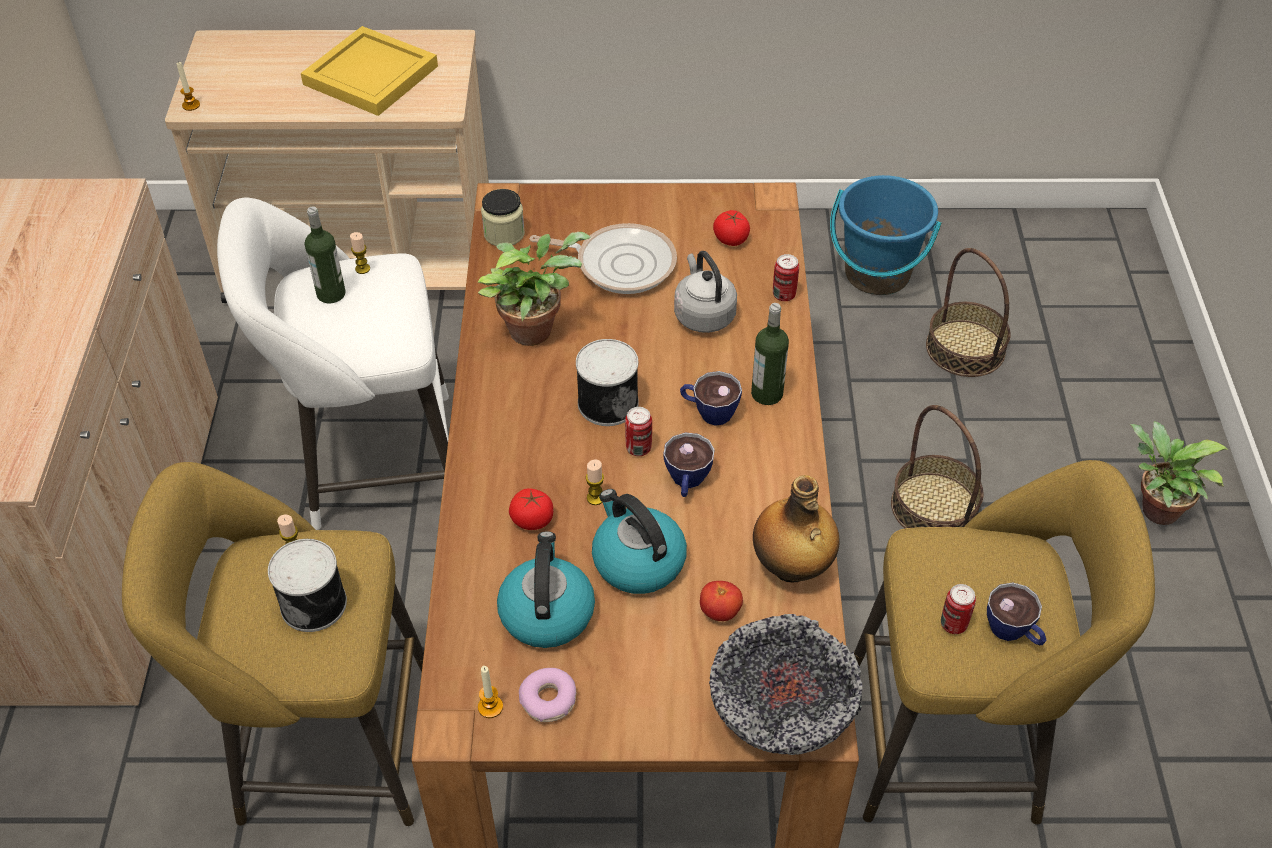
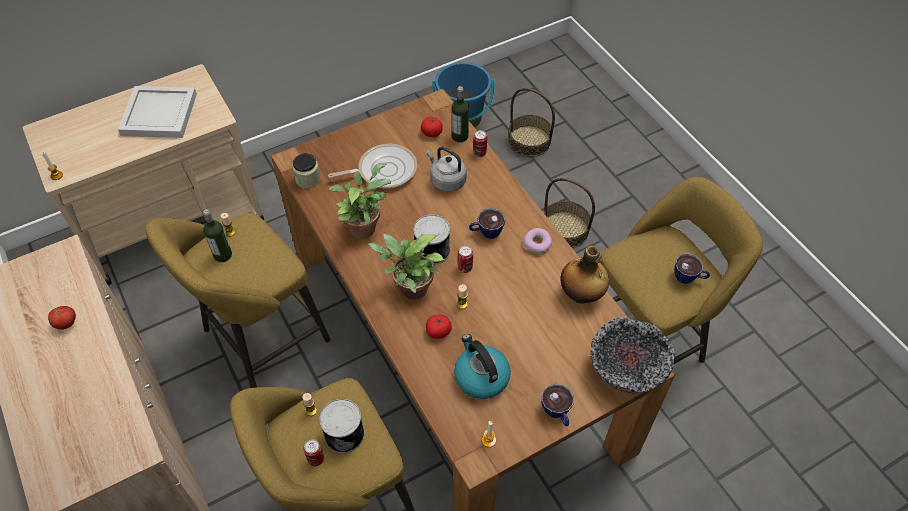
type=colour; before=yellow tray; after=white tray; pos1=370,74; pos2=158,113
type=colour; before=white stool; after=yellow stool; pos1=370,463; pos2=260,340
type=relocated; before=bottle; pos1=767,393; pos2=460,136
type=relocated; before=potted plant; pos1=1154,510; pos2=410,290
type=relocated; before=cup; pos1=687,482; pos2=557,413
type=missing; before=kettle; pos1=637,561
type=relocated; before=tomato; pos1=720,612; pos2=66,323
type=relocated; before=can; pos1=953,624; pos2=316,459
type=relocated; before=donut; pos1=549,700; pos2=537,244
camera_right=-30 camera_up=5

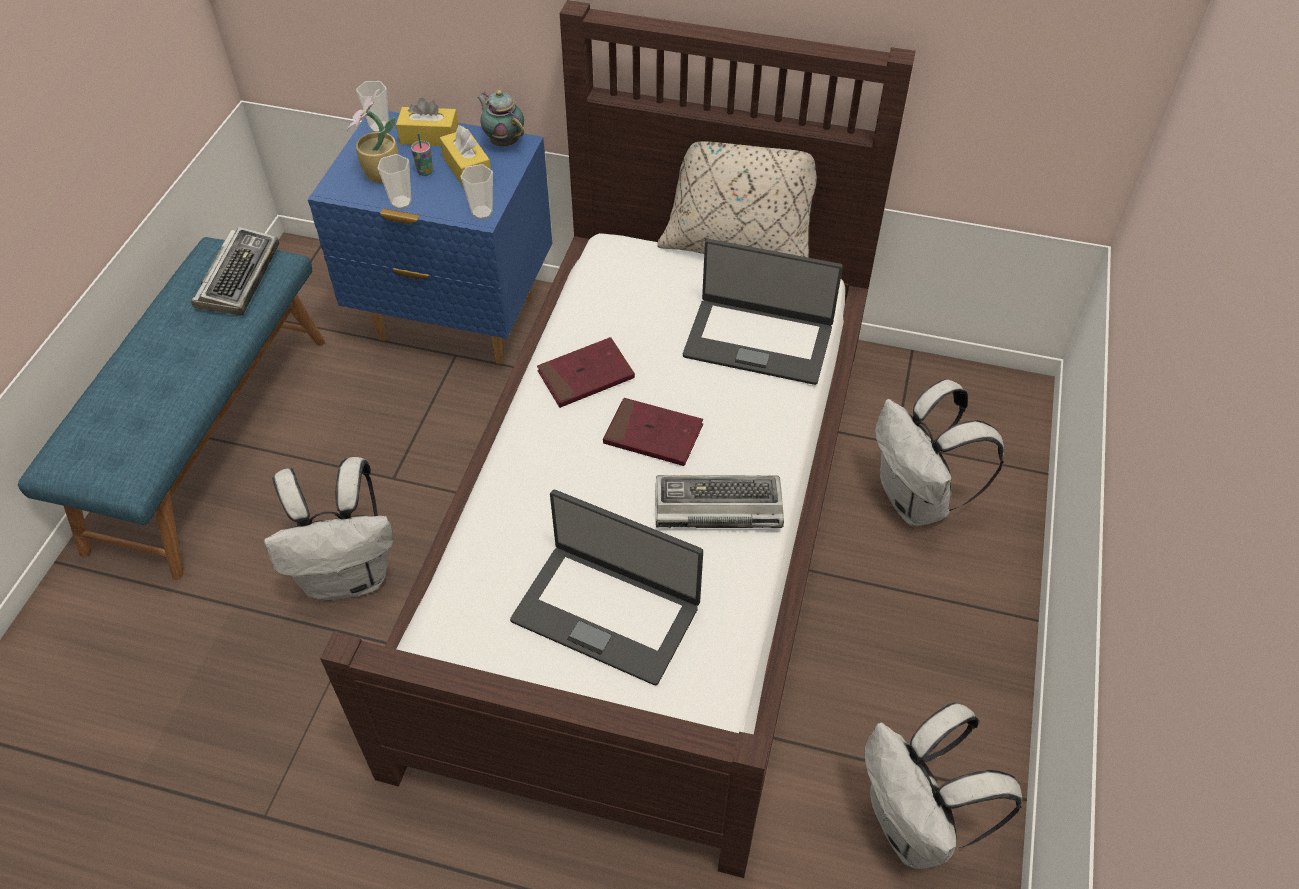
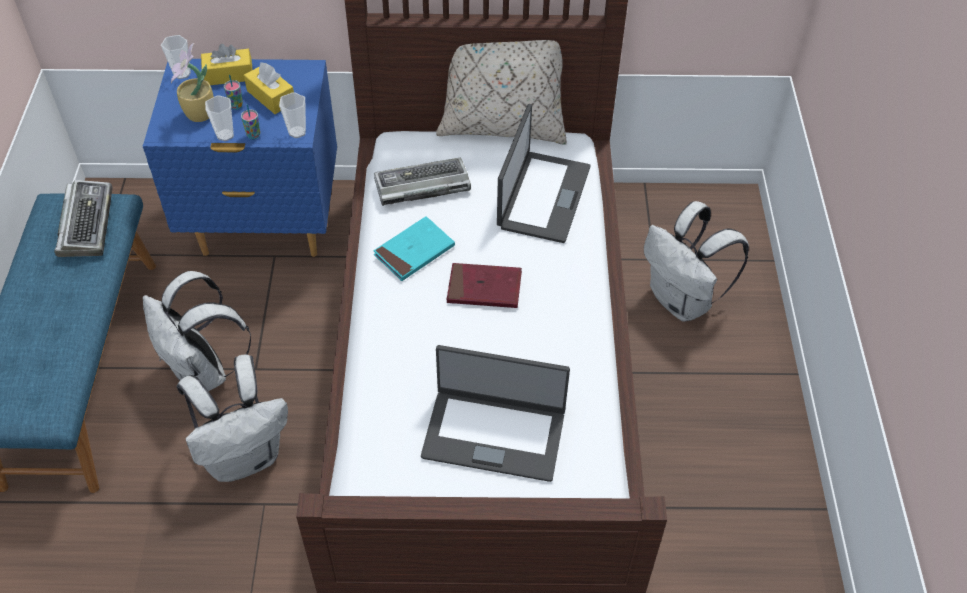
type=missing; before=teapot; pos1=503,141
type=spun; before=laptop; pos1=758,340; pos2=542,197; turn=-75
type=colour; before=red book; after=turquoise book; pos1=586,376; pos2=414,251
type=relocated; before=keyboard; pos1=716,507; pos2=421,187
type=relocated; before=white backpack; pos1=915,827; pos2=204,373
type=appeared; after=cup; pos2=253,135
camera_right=-15 camera_up=0

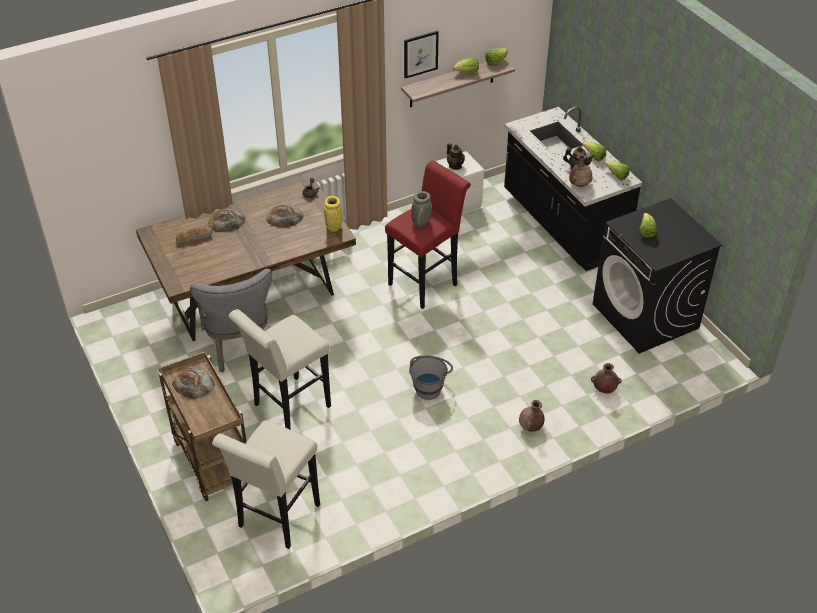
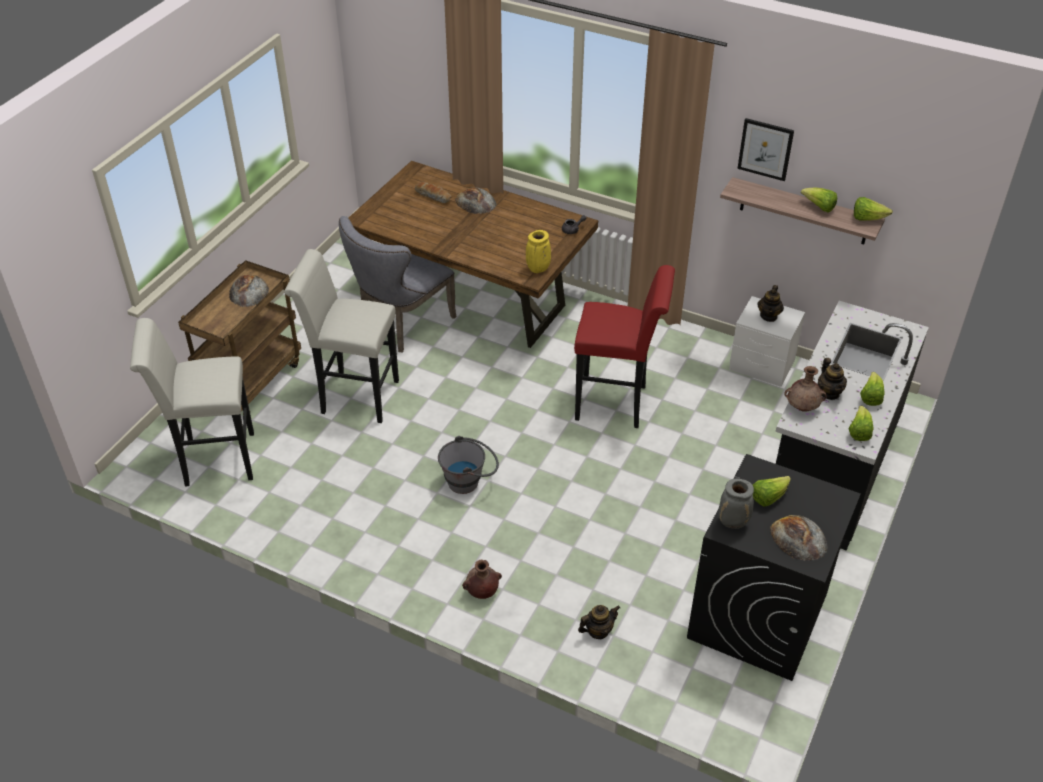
type=relocated; before=grey vase; pos1=421,222; pos2=733,522
type=relocated; before=bread; pos1=284,217; pos2=798,538
type=exchanged; before=brown vase; after=teapot; pos1=604,389; pos2=598,631
camera_right=55 camera_up=0

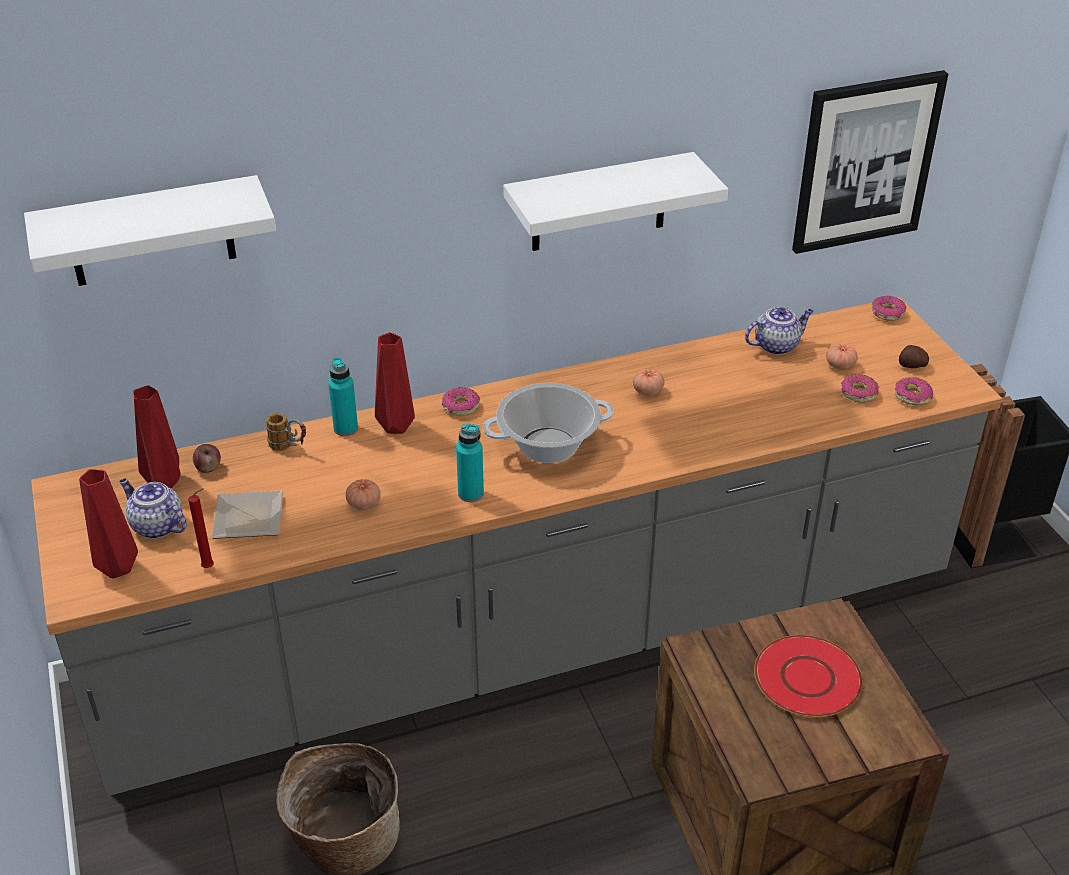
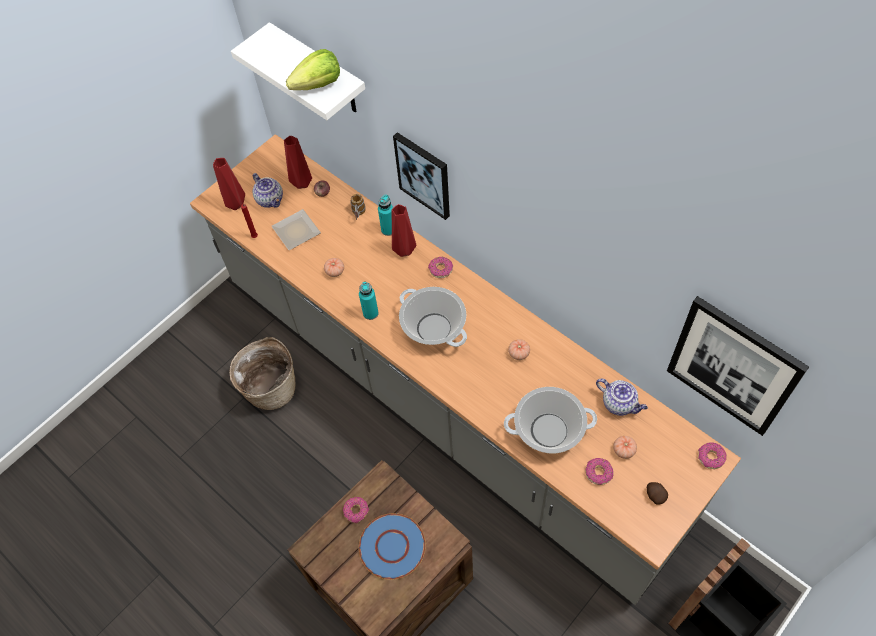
type=missing; before=white shelf; pos1=599,203
type=relocated; before=donut; pos1=912,396; pos2=356,511
type=spun; before=teapot; pos1=156,526; pos2=270,200; turn=135
type=colour; before=red plate; after=blue plate; pos1=808,678; pos2=392,547
type=appeared; after=lettuce; pos2=318,84
type=appeared; after=picture; pos2=424,175
type=appeared; after=cooking pot; pos2=549,431
camera_right=65 camera_up=20

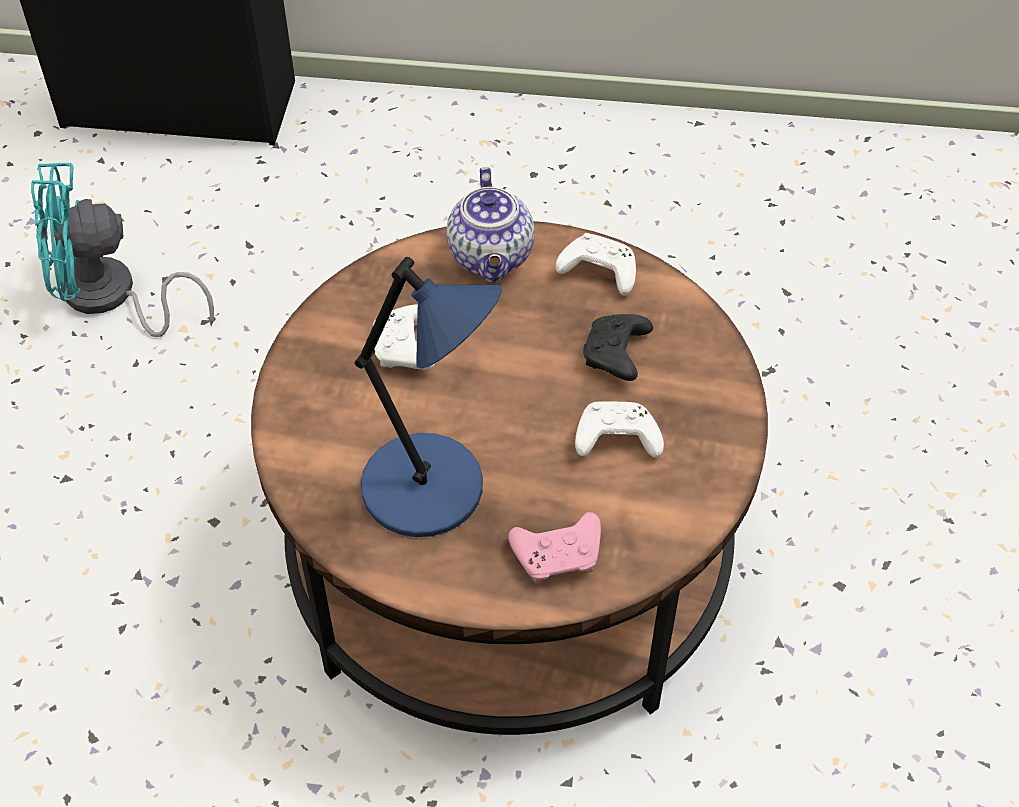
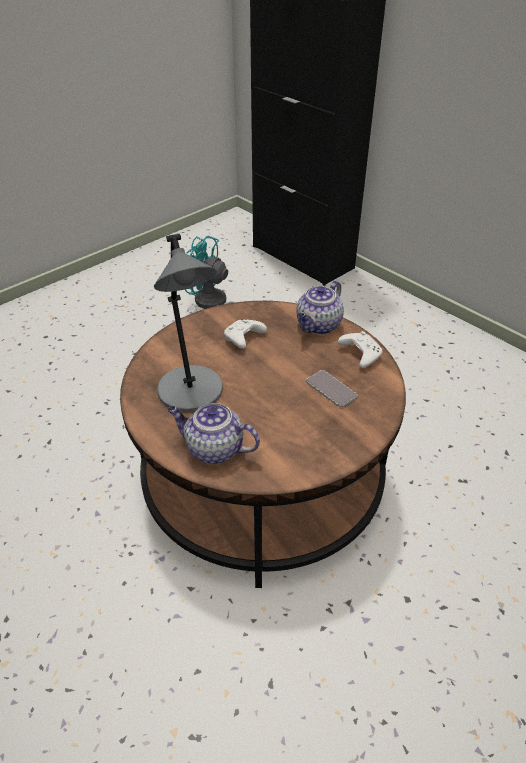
type=colour; before=blue table lamp; after=grey table lamp; pos1=429,489; pos2=192,392
type=exchanged; before=black game controller; after=phone; pos1=616,355; pos2=331,389
type=missing; before=white game controller; pos1=615,440
type=exchanged; before=pink game controller; after=teapot; pos1=559,555; pos2=213,449
camera_right=40 camera_up=-10

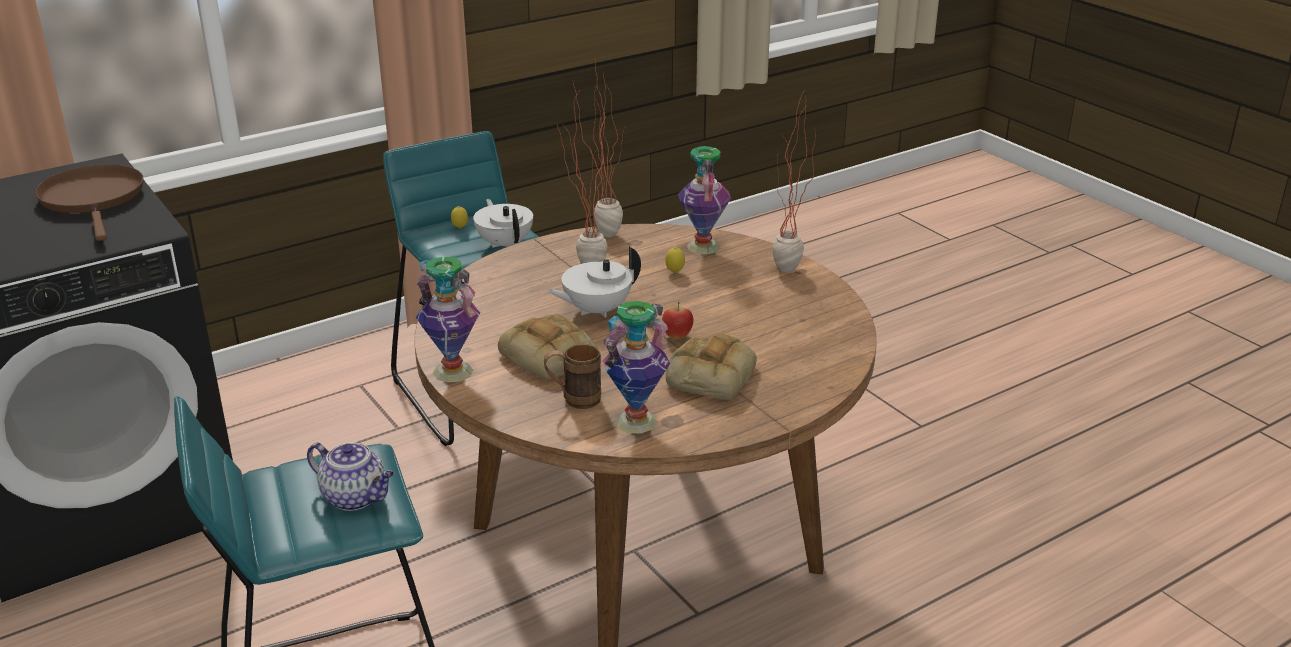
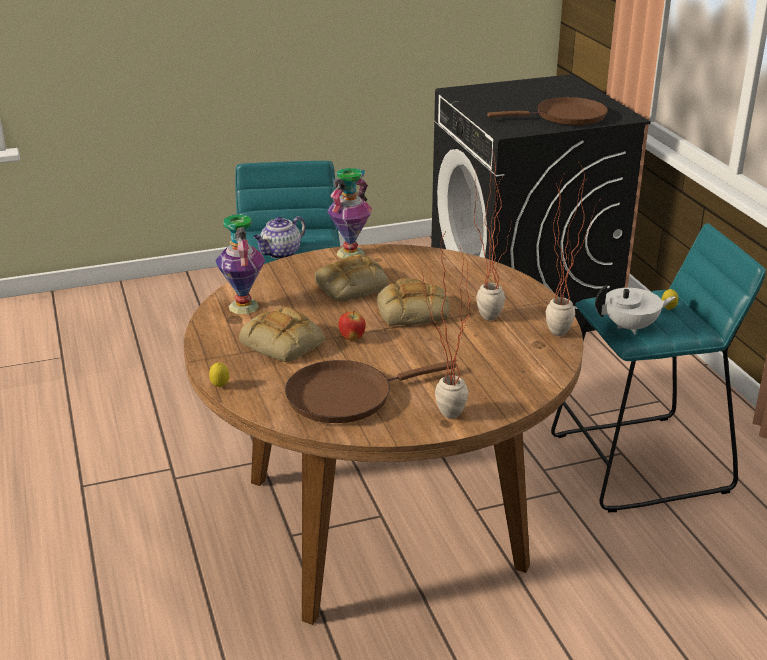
type=missing; before=vase; pos1=702,246
type=exchanged; before=white teapot; after=bread; pos1=596,310; pos2=413,311
type=relocated; before=lemon; pos1=674,272; pos2=220,387
type=missing; before=brown mug; pos1=573,400
type=appeared; after=brown frying pan; pos2=345,396
camera_right=105 camera_up=0

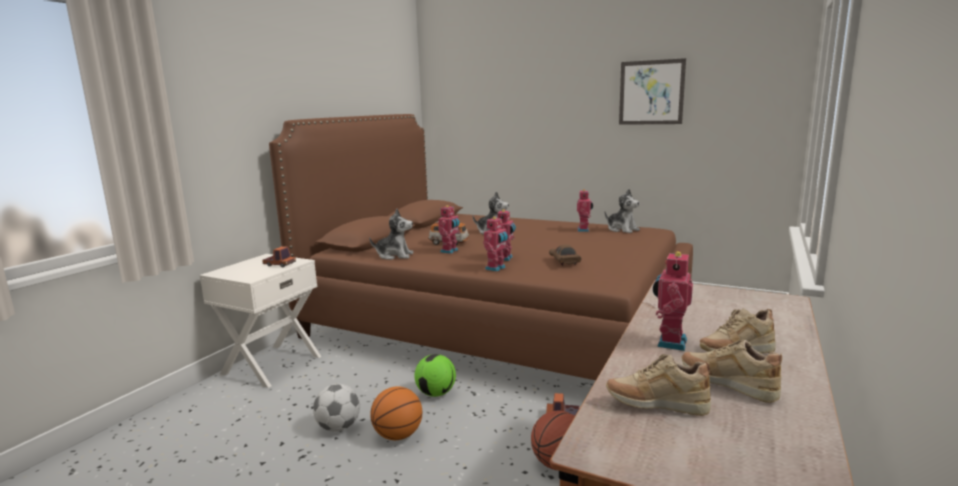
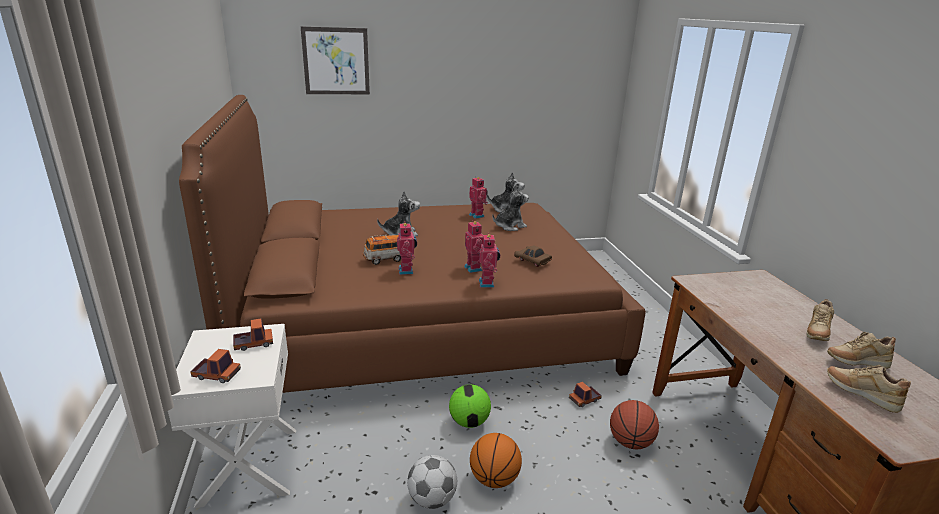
type=relocated; before=picture; pos1=651,92; pos2=336,61
type=relocated; before=plush toy; pos1=394,255; pos2=509,226
type=missing; before=toy robot; pos1=669,342
type=spun; before=beige shoe; pos1=656,406; pos2=860,395; turn=75
type=appeared; after=toy truck; pos2=216,375
camera_right=-40 camera_up=10

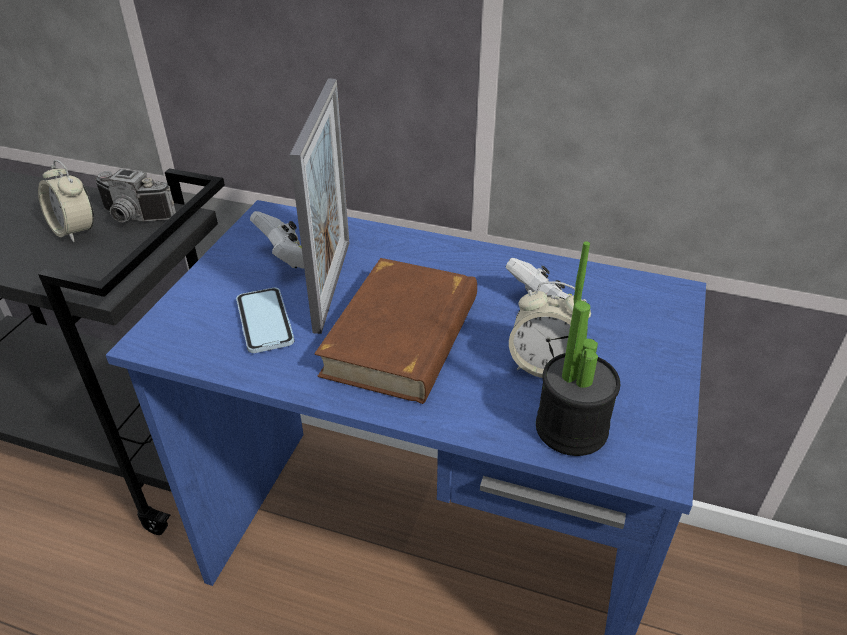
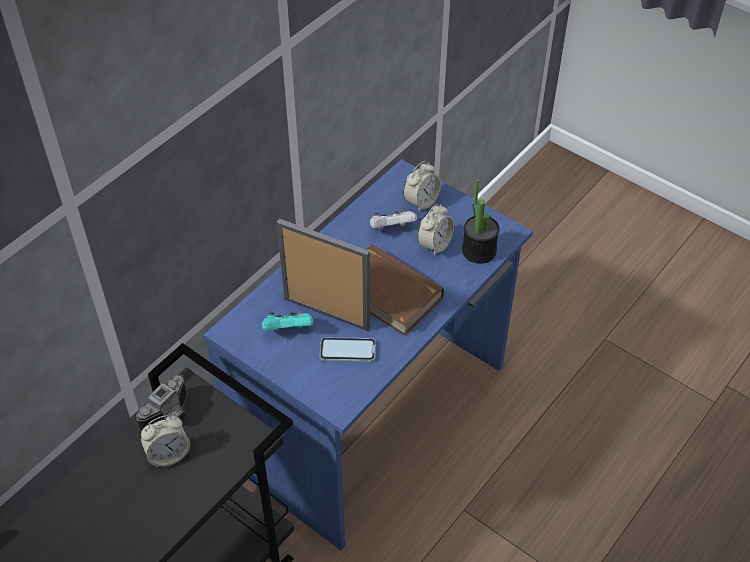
type=colour; before=white game controller; after=turquoise game controller; pos1=286,259; pos2=288,330
type=appeared; after=alarm clock; pos2=421,202
camera_right=-70 camera_up=10

